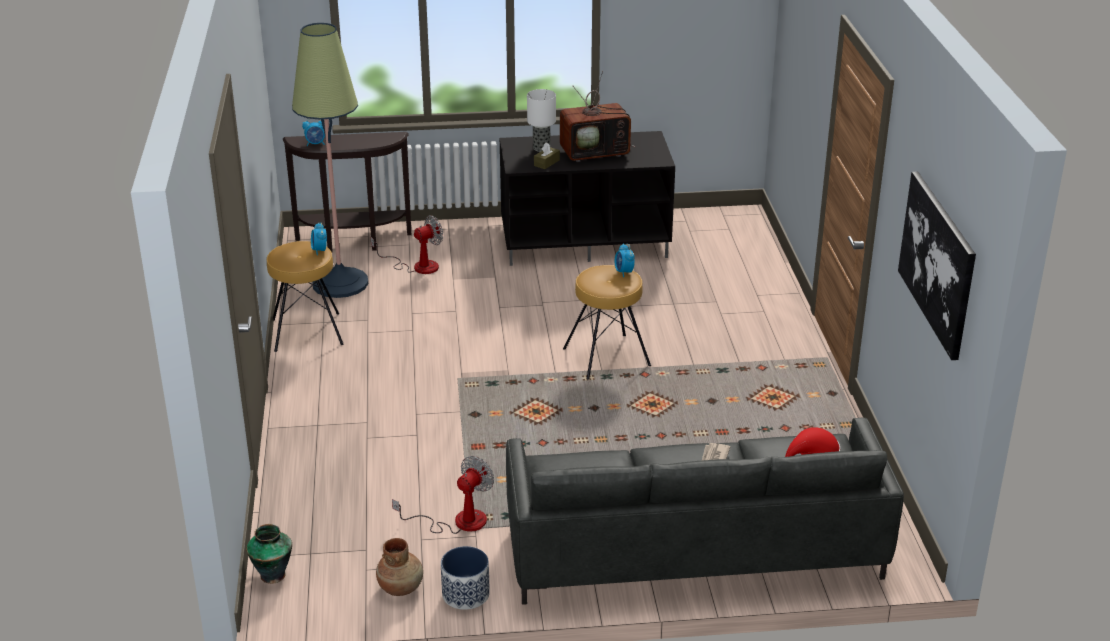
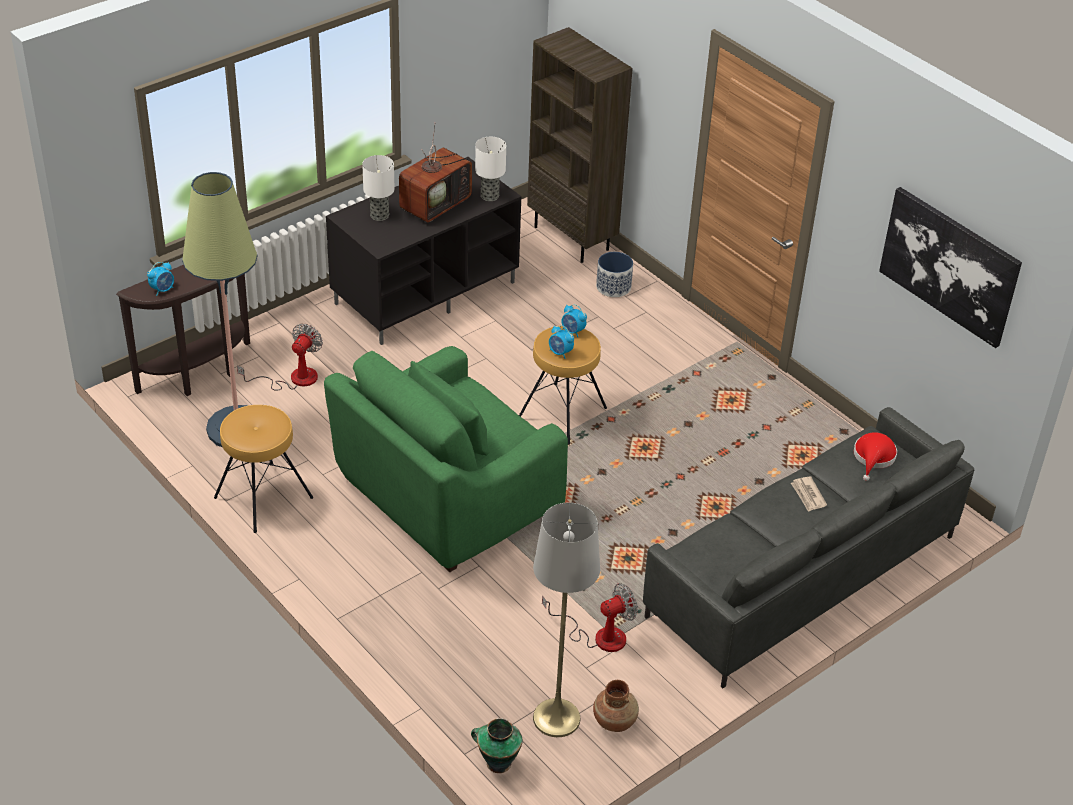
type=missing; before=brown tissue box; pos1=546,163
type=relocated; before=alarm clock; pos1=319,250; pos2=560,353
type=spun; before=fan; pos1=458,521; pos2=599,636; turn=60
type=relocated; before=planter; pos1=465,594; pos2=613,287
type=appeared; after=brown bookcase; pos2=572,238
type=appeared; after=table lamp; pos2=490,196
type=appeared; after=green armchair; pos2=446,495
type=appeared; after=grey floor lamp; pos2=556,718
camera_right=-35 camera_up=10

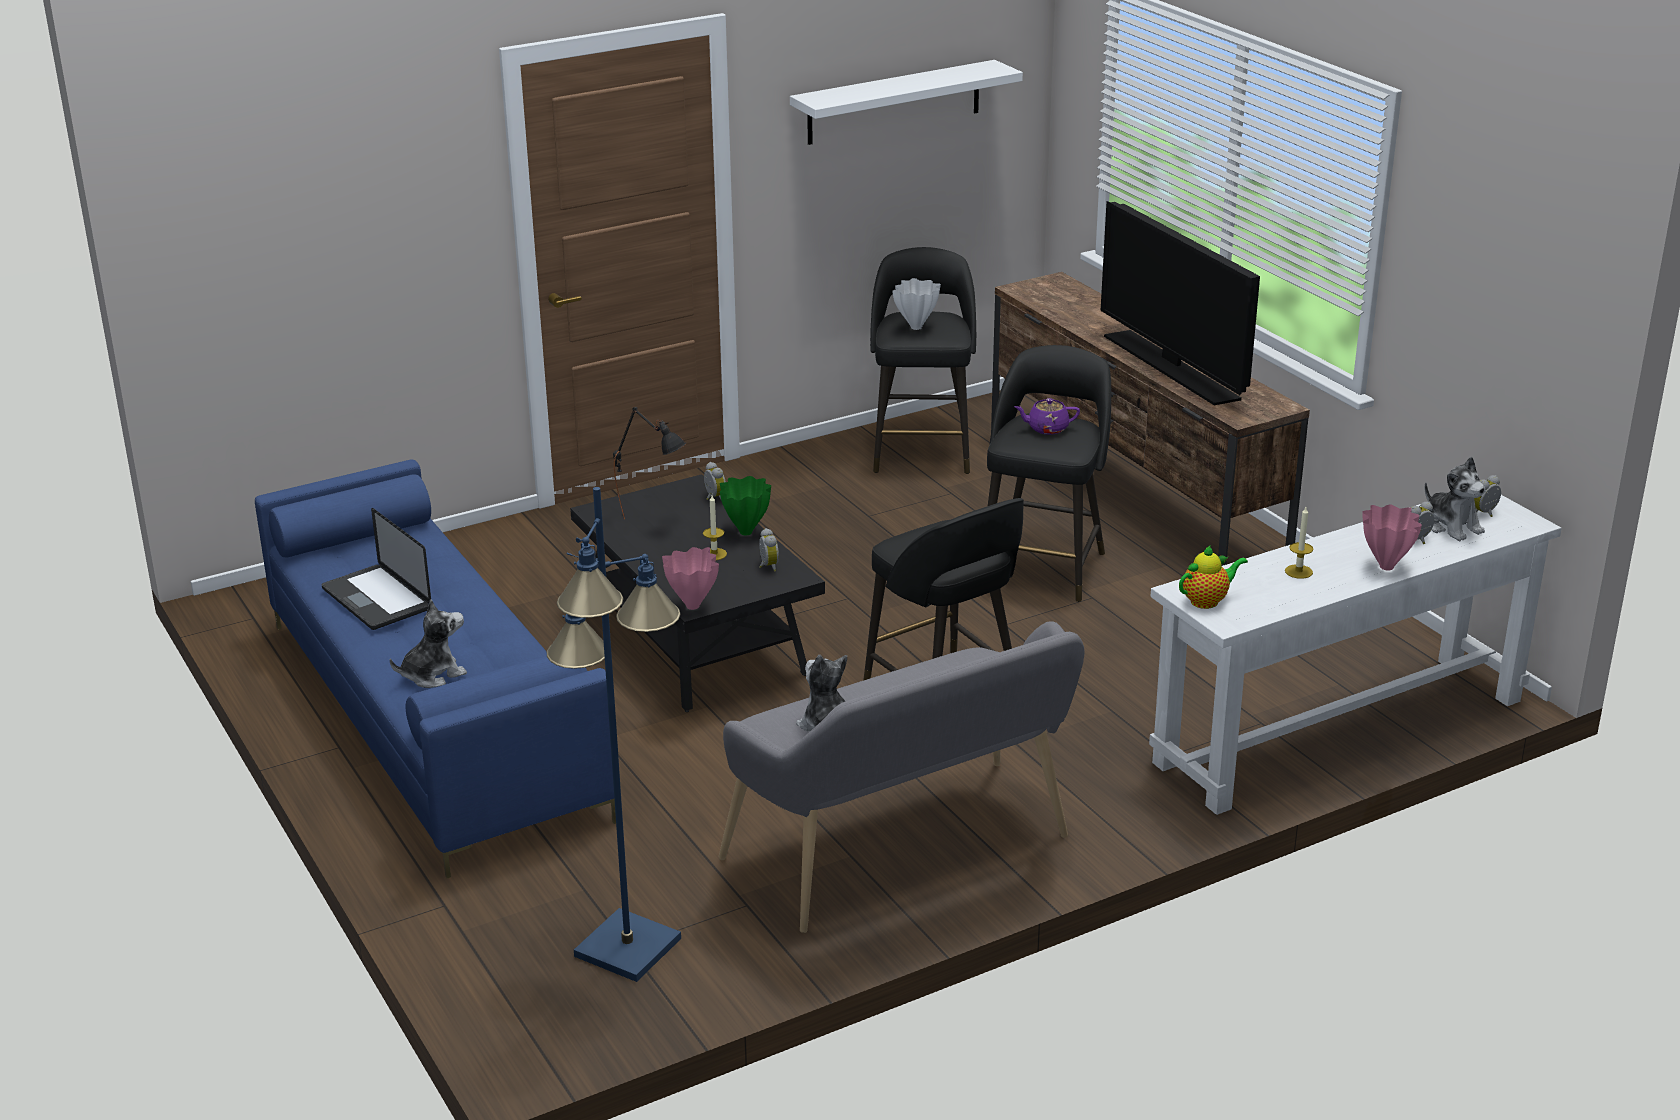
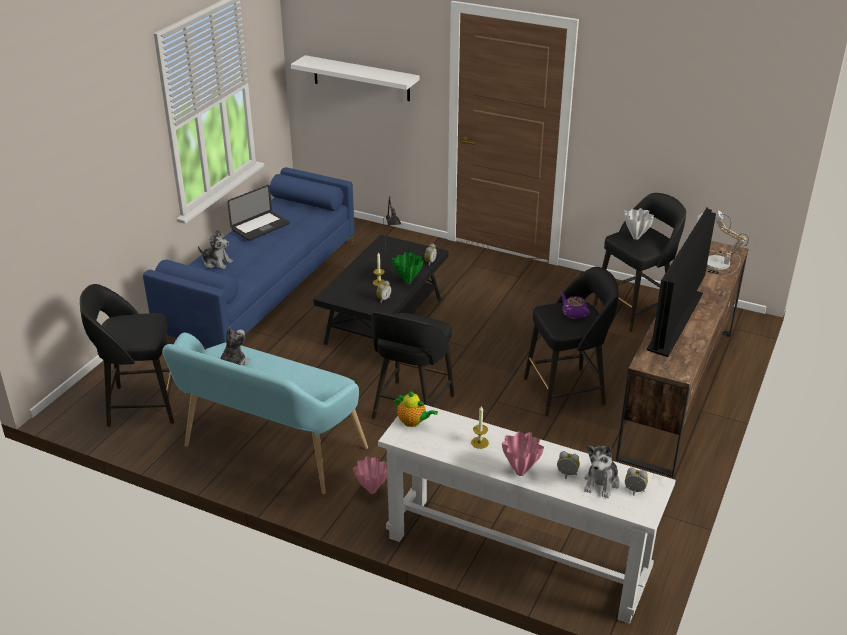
type=relocated; before=white shelf; pos1=894,102; pos2=361,78
type=exchanged; before=blue floor lamp; after=black stool; pos1=626,947; pos2=141,404
type=spun; before=laptop; pos1=376,599; pos2=260,227; turn=-150
type=relocated; before=pink vase; pos1=692,607; pos2=371,491
type=colour; before=grey bench; after=turquoise bench; pos1=907,854; pos2=268,451
type=appeared; after=table lamp; pos2=714,263
camera_right=55 camera_up=5

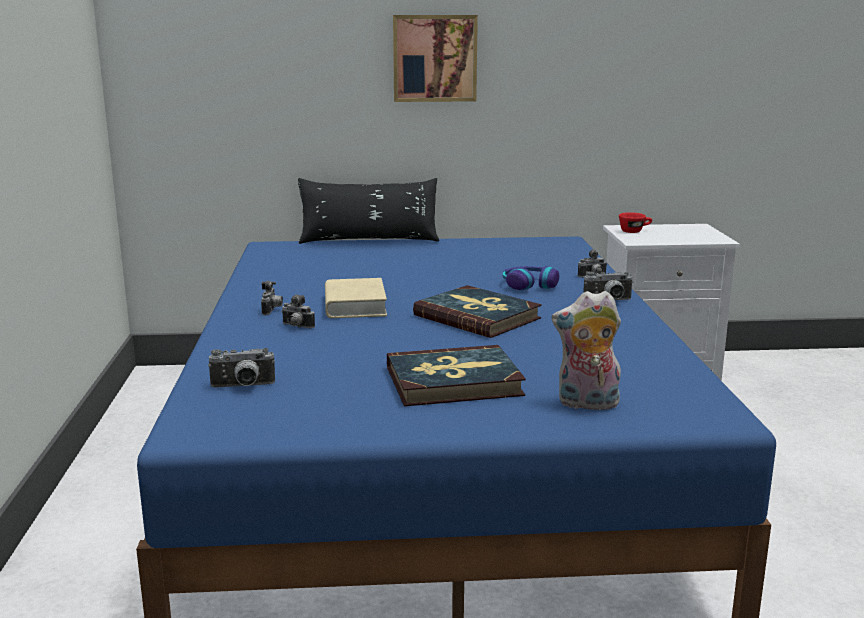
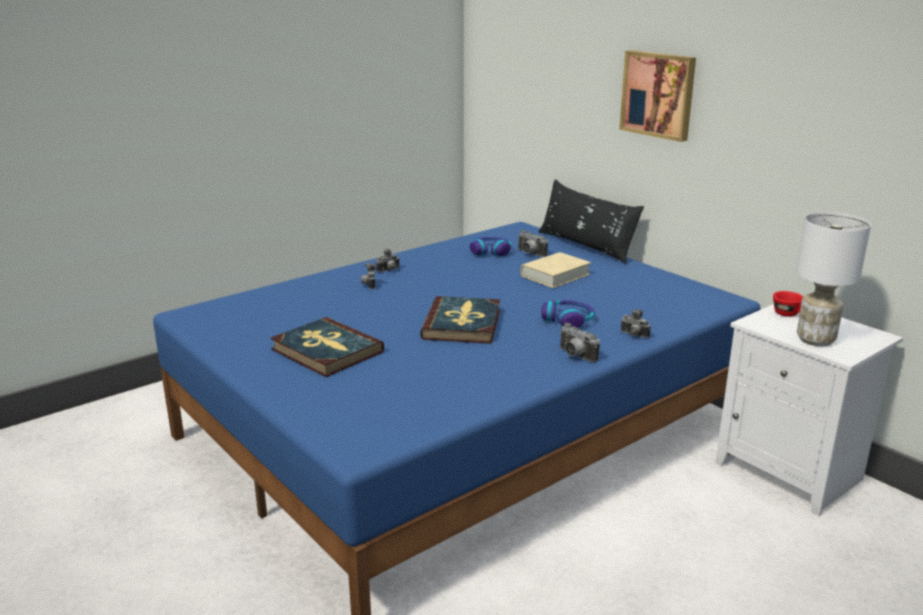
type=relocated; before=beige book; pos1=355,306; pos2=555,275
type=missing; before=plush toy; pos1=586,404
type=relocated; before=photo camera; pos1=243,387; pos2=529,254
type=appeared; after=white table lamp; pos2=814,339
type=appeared; after=headphones; pos2=490,251
camera_right=55 camera_up=5

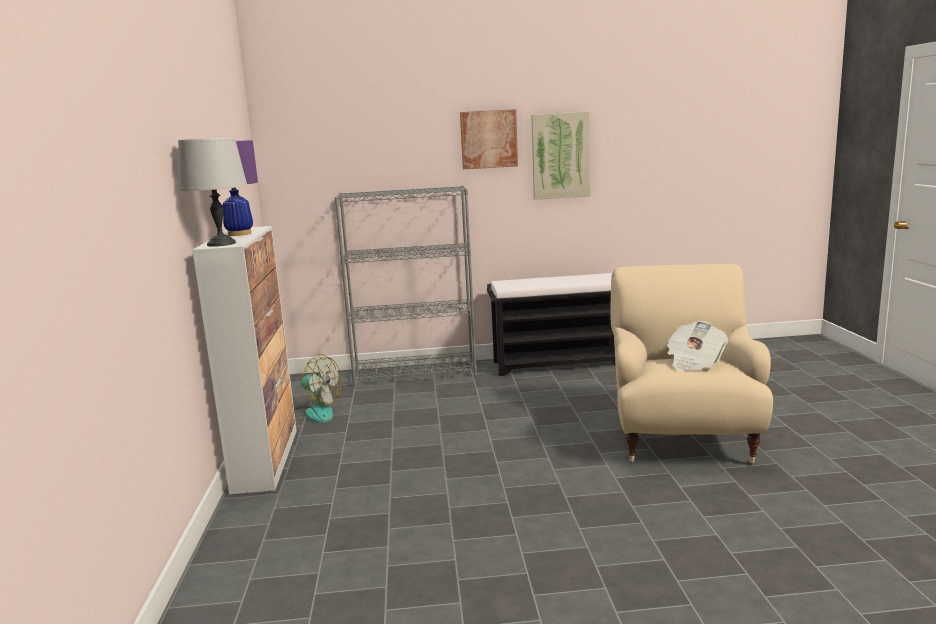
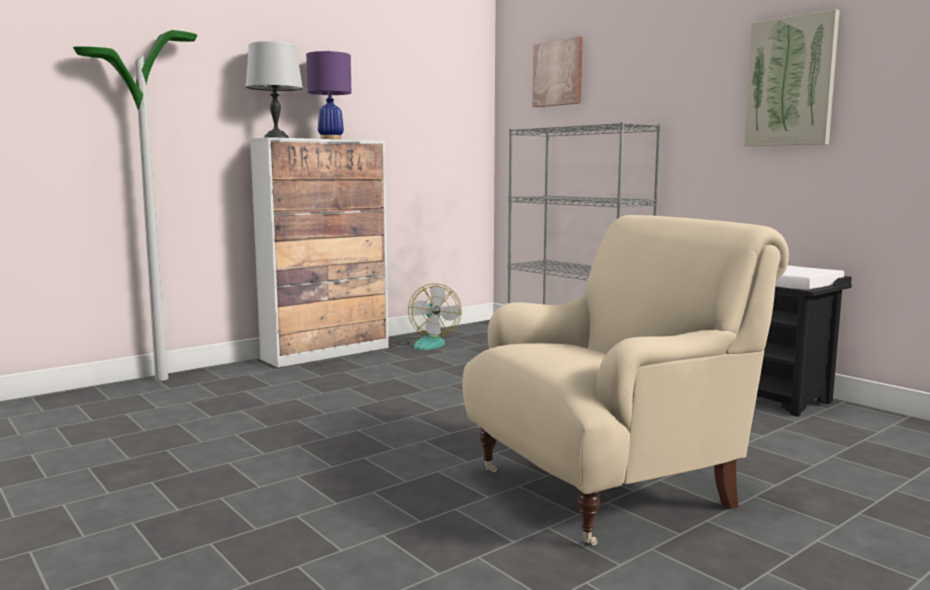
type=relocated; before=picture; pos1=488,139; pos2=558,73
type=missing; before=newspaper; pos1=694,362
type=appeared; after=floor lamp; pos2=161,379
camera_right=55 camera_up=-5

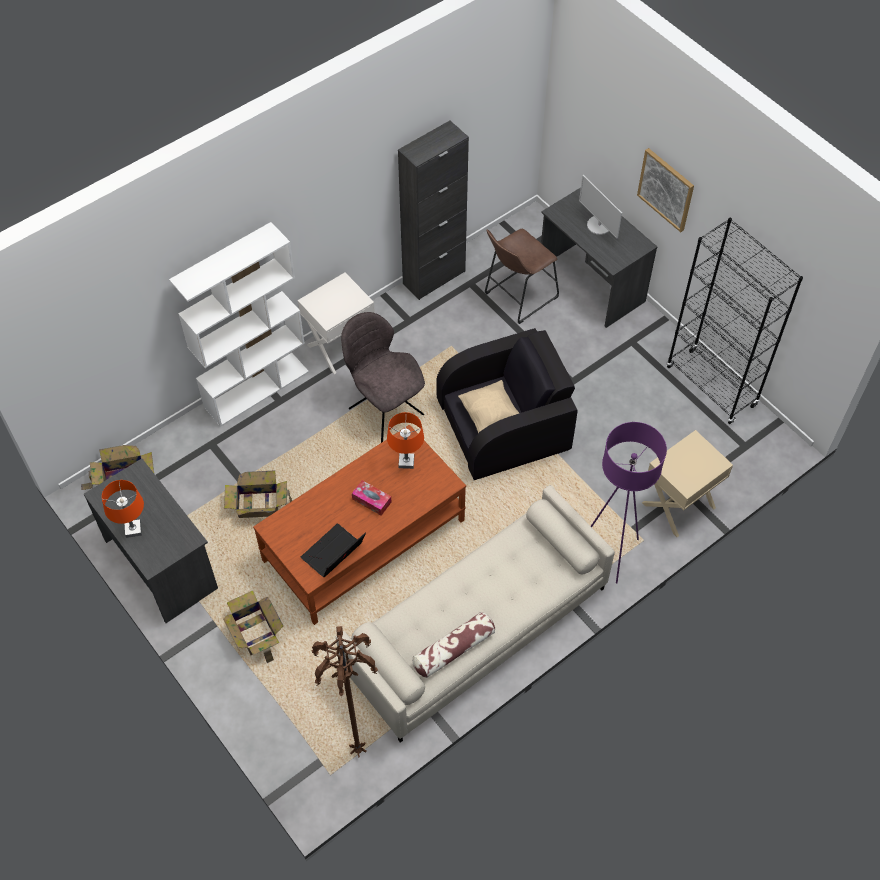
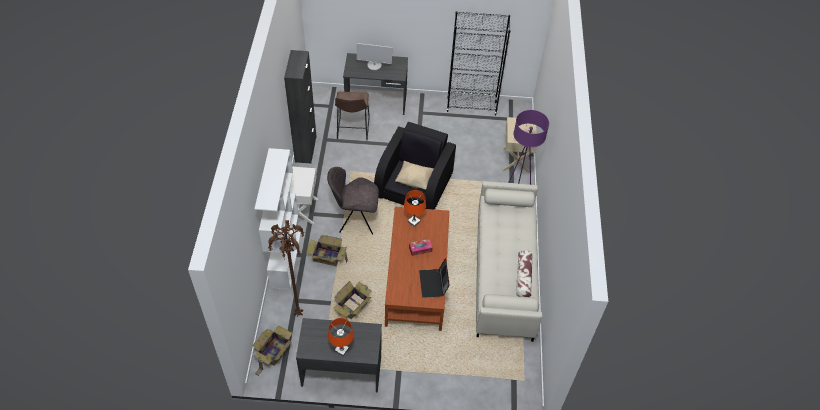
type=missing; before=picture; pos1=666,189
type=relocated; before=cardboard box; pos1=256,634; pos2=328,257
type=relocated; before=brown floor lamp; pos1=356,750; pos2=297,314
camera_right=-50 camera_up=-5

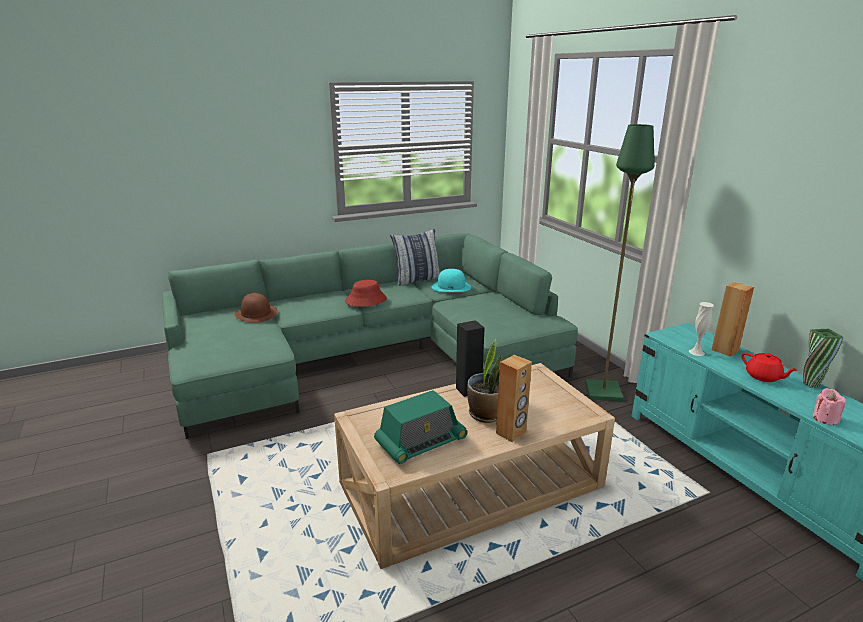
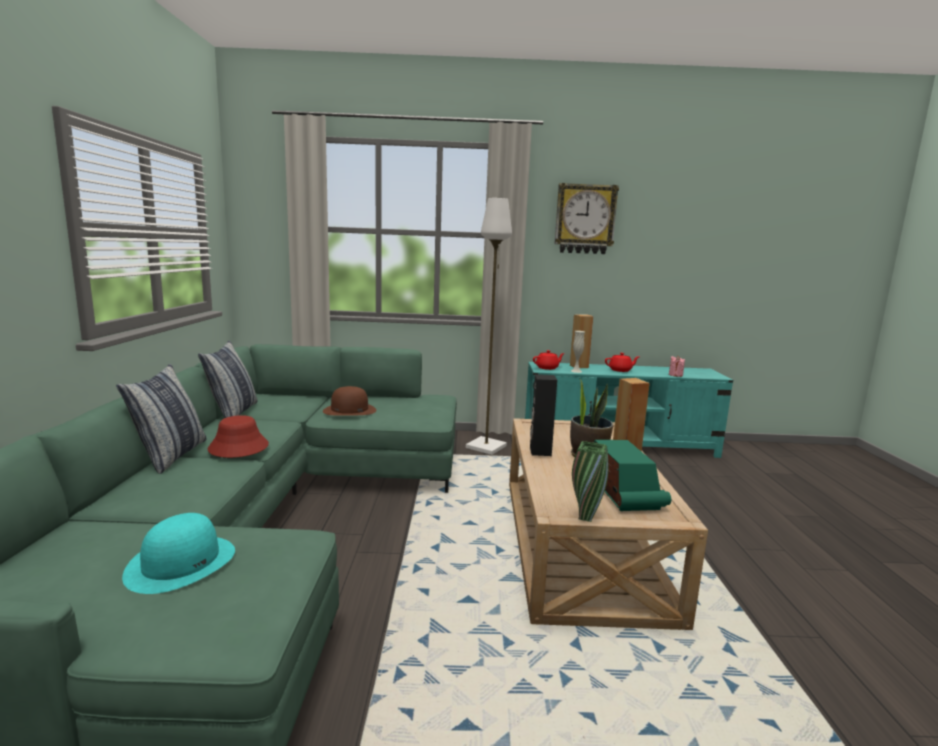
type=colour; before=green floor lamp; after=white floor lamp; pos1=604,392; pos2=487,447
type=relocated; before=turquoise hat; pos1=451,287; pos2=181,562
type=relocated; before=brown hat; pos1=256,314; pos2=349,410
type=relocated; before=green vase; pos1=810,385; pos2=585,517
type=appeared; after=wall clock; pos2=585,219
type=appeared; after=red teapot; pos2=547,368
type=appeared; after=pillow; pos2=171,456
camera_right=-65 camera_up=-10

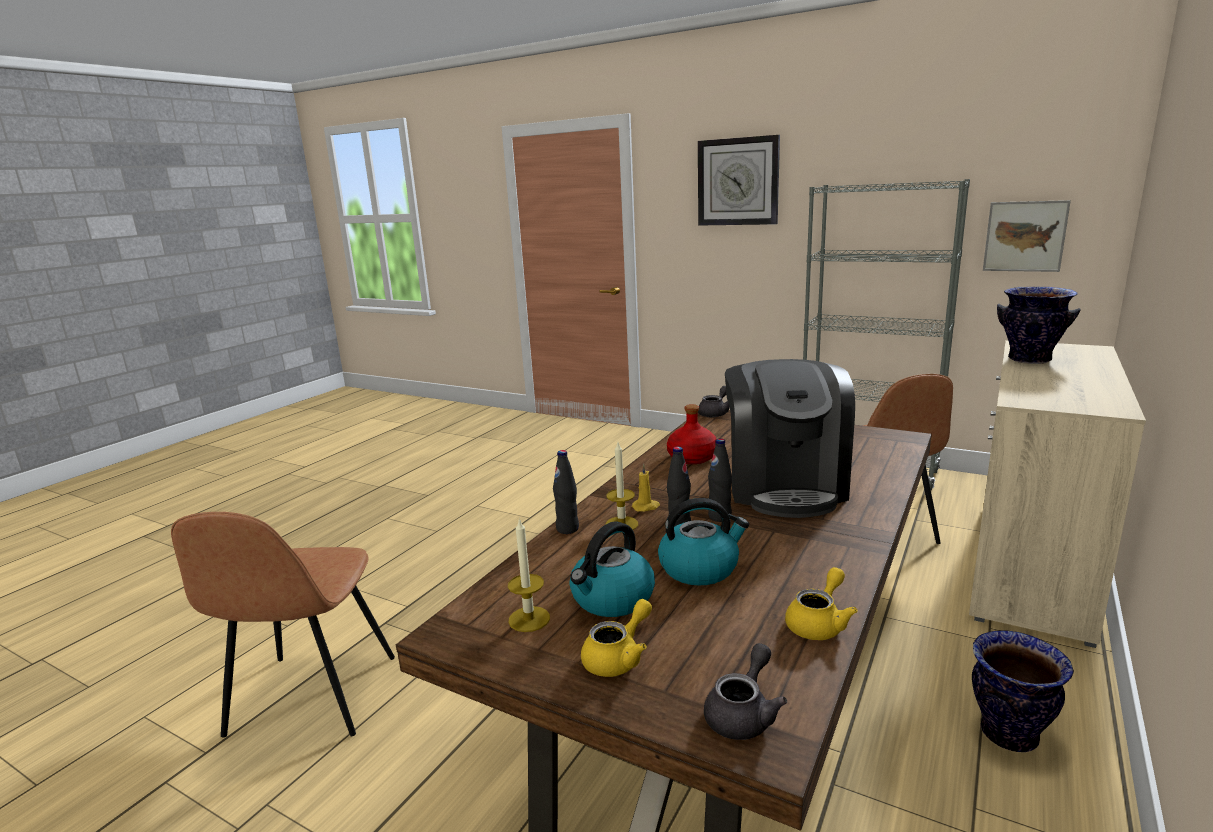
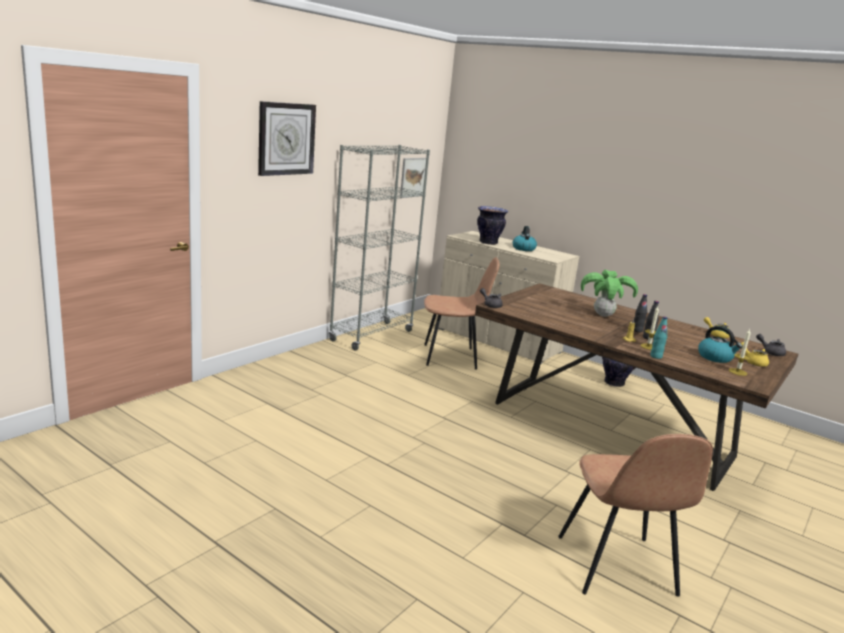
type=exchanged; before=coffee machine; after=potted plant; pos1=785,486; pos2=603,315
type=missing; before=red bottle; pos1=693,457
type=colour; before=black bottle; after=turquoise bottle; pos1=567,529; pos2=656,356
type=relocated; before=kettle; pos1=700,568; pos2=523,248
type=spun; before=brown chair; pos1=311,698; pos2=616,567; turn=75
camera_right=-85 camera_up=0

